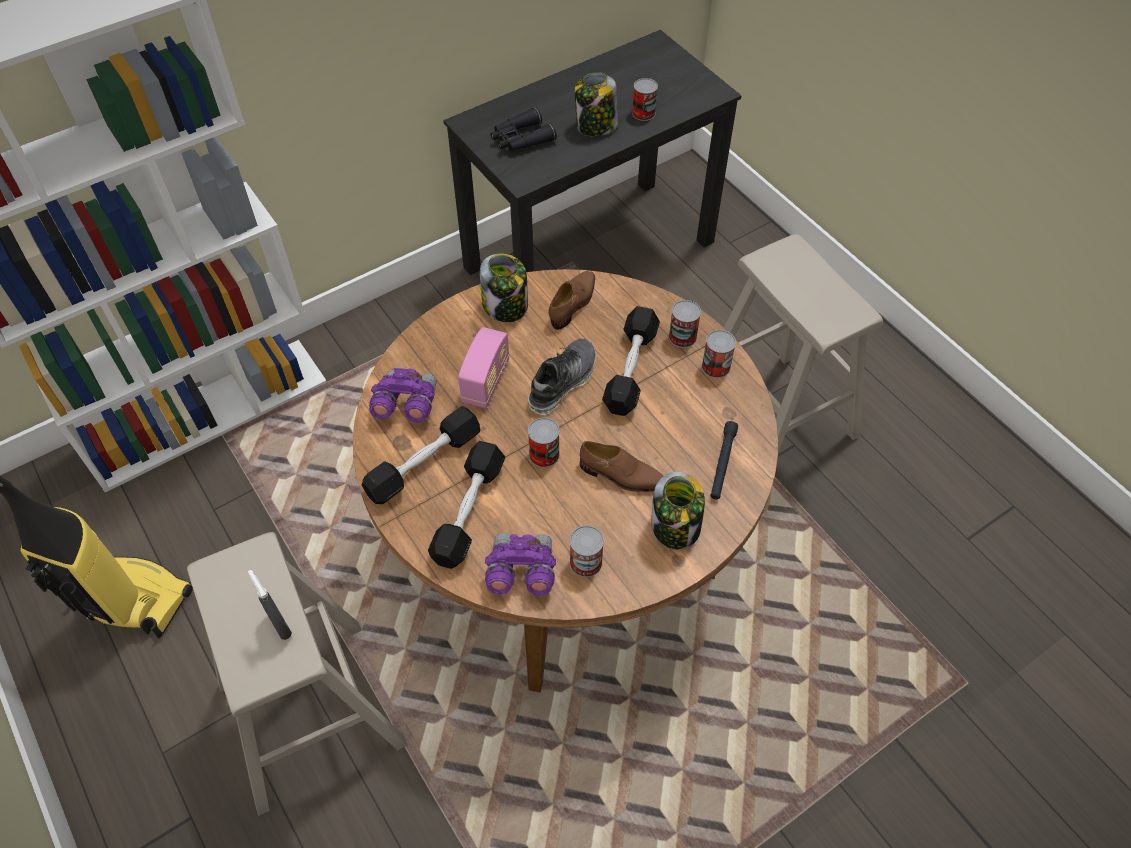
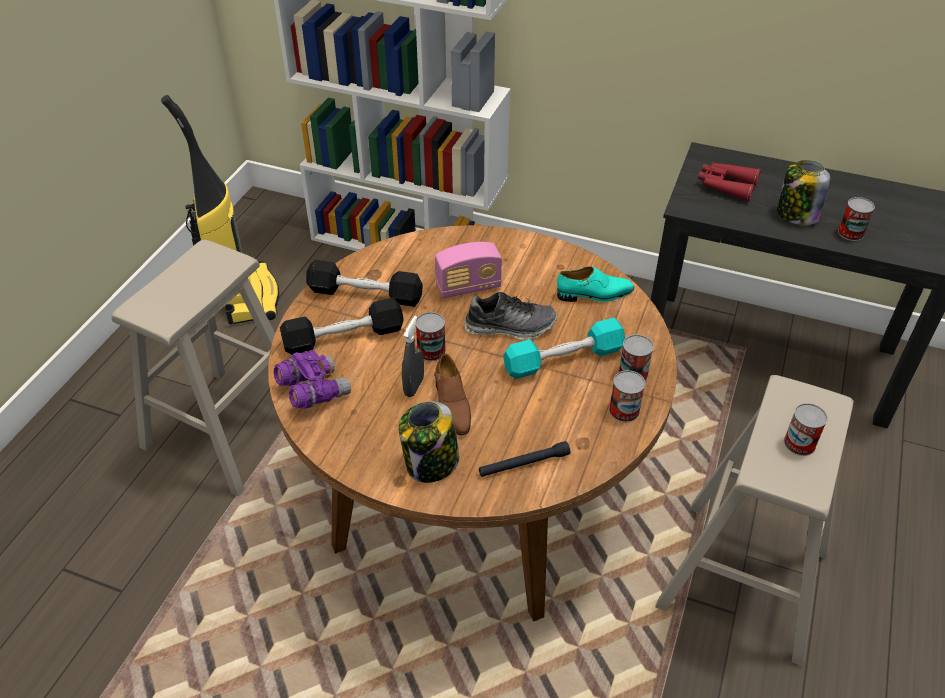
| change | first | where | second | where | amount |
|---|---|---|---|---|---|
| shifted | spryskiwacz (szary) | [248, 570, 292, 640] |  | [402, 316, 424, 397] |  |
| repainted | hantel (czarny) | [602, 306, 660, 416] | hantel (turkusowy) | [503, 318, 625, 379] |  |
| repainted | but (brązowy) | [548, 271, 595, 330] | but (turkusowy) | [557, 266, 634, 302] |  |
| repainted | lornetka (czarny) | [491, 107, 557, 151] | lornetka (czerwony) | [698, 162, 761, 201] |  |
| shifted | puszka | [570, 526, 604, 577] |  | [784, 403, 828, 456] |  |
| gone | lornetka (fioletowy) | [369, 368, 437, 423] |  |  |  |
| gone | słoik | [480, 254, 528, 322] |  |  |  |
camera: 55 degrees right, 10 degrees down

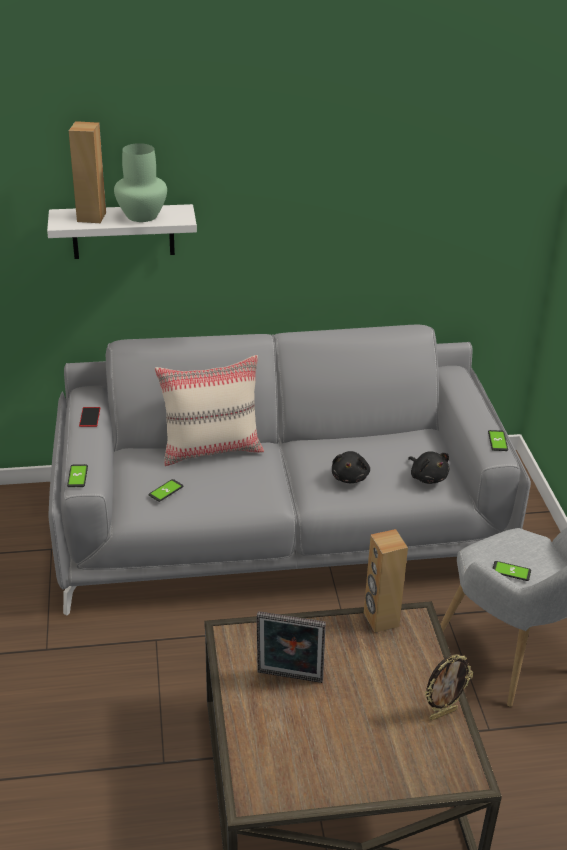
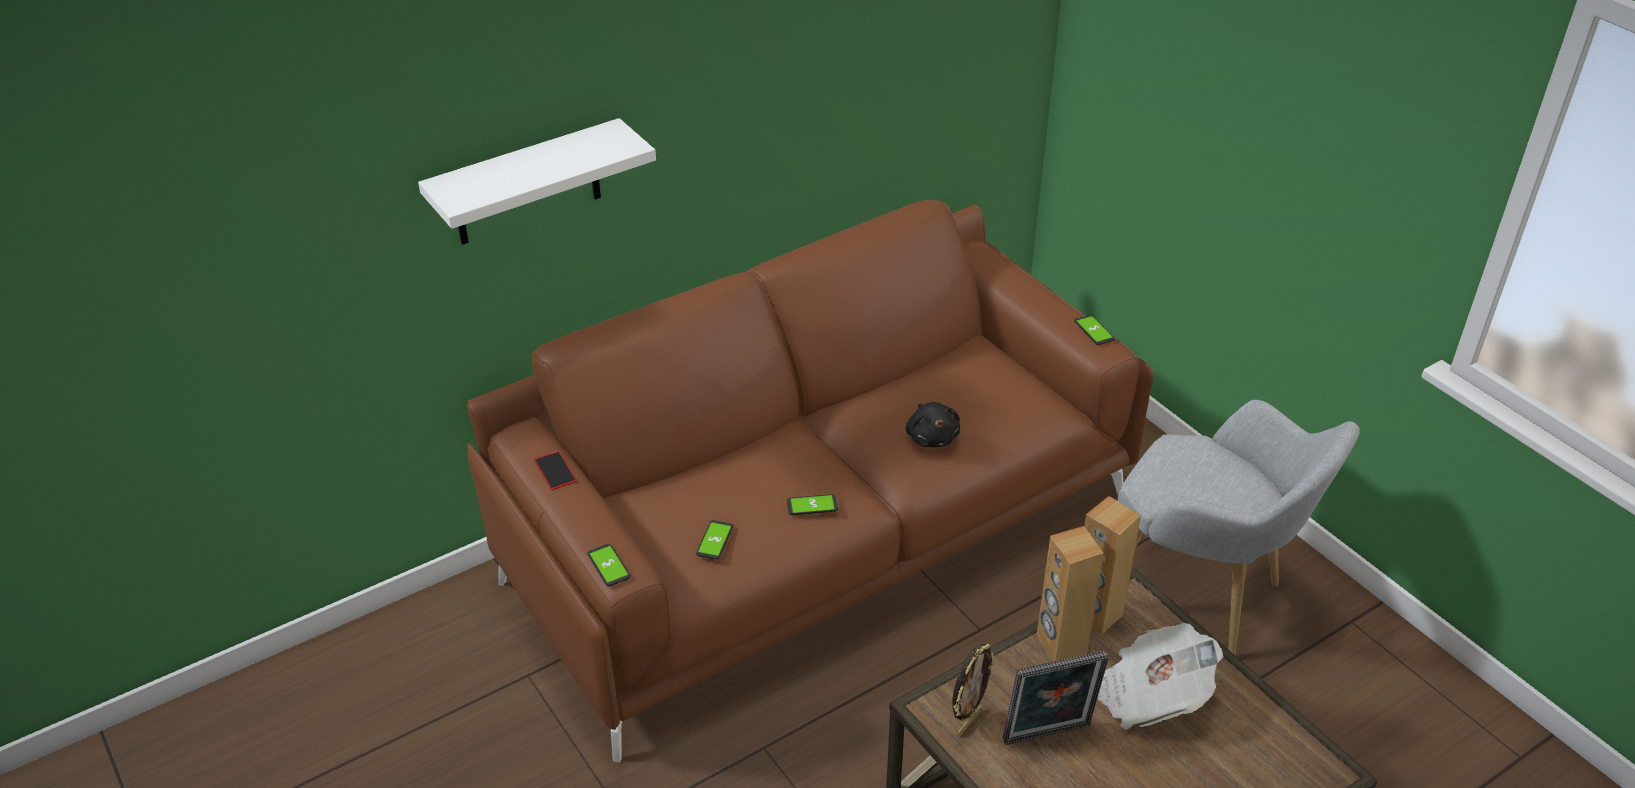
| change | first | where | second | where | amount |
|---|---|---|---|---|---|
| repainted | kanapa (szary) | [48, 325, 531, 615] | kanapa (brązowy) | [467, 200, 1153, 762] |  |
| shifted | telefon | [493, 561, 531, 581] |  | [787, 494, 838, 515] |  |
| shifted | ramka na zdjęcie | [425, 654, 473, 720] |  | [952, 643, 996, 736] |  |
| shifted | głośnik (brązowy) | [69, 121, 106, 223] |  | [1036, 526, 1104, 661] |  |
| new |  |  | gazeta | [1097, 623, 1223, 730] |  |
| gone | wazon (zielony) | [114, 143, 167, 222] |  |  |  |
| gone | poduszka (beżowy) | [155, 355, 264, 466] |  |  |  |
| gone | pluszak (czarny) | [408, 451, 449, 484] |  |  |  |
camera: 25 degrees left, 5 degrees up

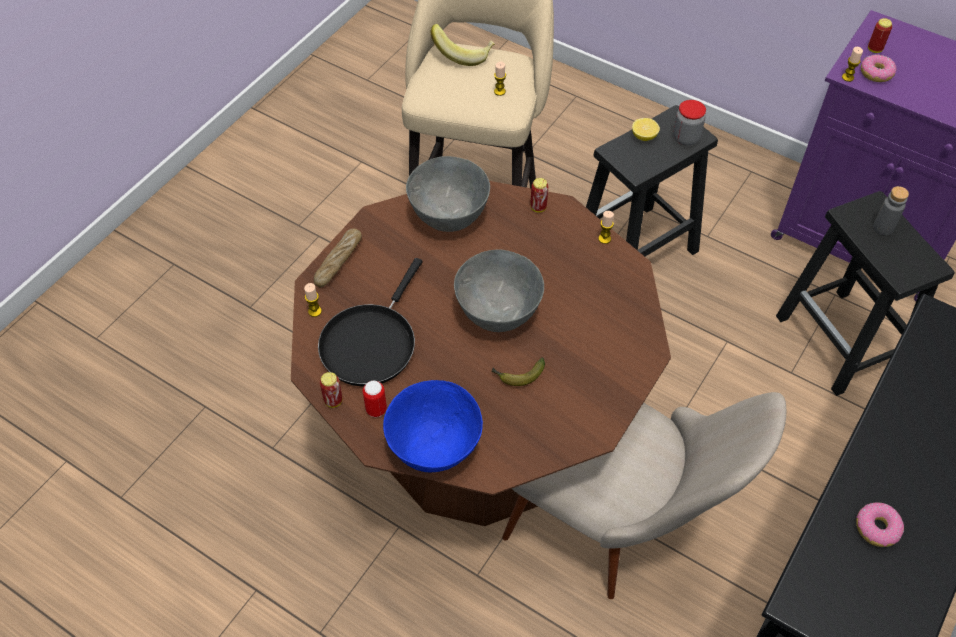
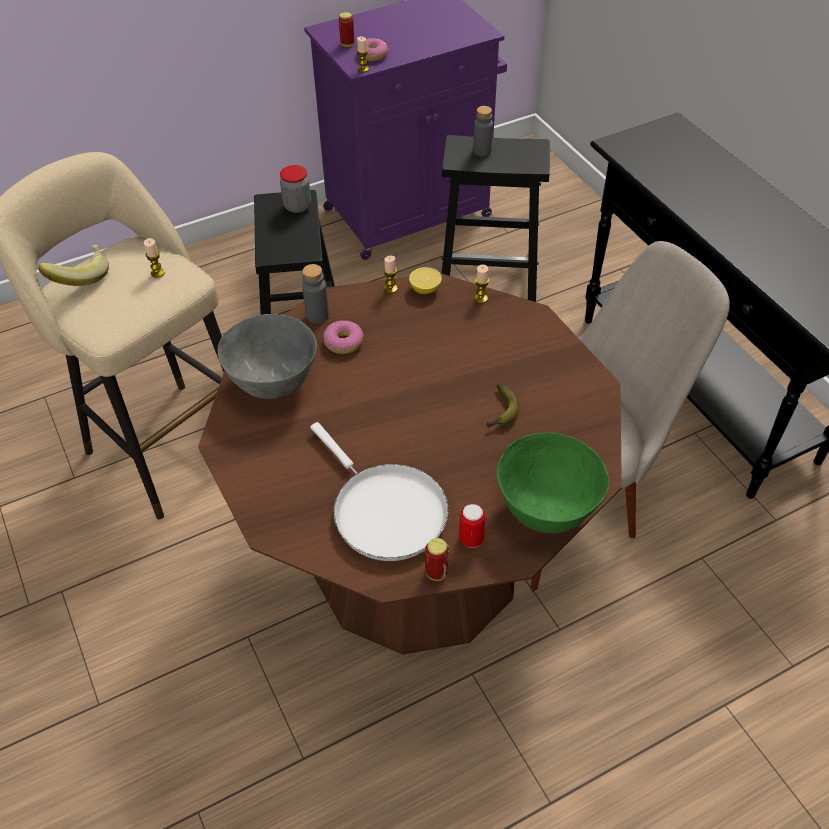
| change | first | where | second | where | amount |
|---|---|---|---|---|---|
| swapped | puszka | [530, 178, 548, 213] | butelka (szary) | [302, 264, 329, 323] |  |
| repainted | patelnia (czarny) | [318, 258, 423, 386] | patelnia (biały) | [310, 422, 448, 561] |  |
| shifted | donut | [856, 503, 904, 547] |  | [323, 320, 364, 354] |  |
| shifted | cytryna | [632, 118, 660, 141] |  | [409, 267, 442, 294] |  |
| shifted | świeca | [304, 283, 322, 317] |  | [474, 265, 489, 303] |  |
| repainted | miska (niebieski) | [383, 380, 483, 472] | miska (zielony) | [497, 433, 609, 534] |  |
| gone | chleb | [314, 229, 362, 287] |  |  |  |
| gone | miska (szary) | [454, 250, 544, 332] |  |  |  |
camera: 60 degrees left, 5 degrees down

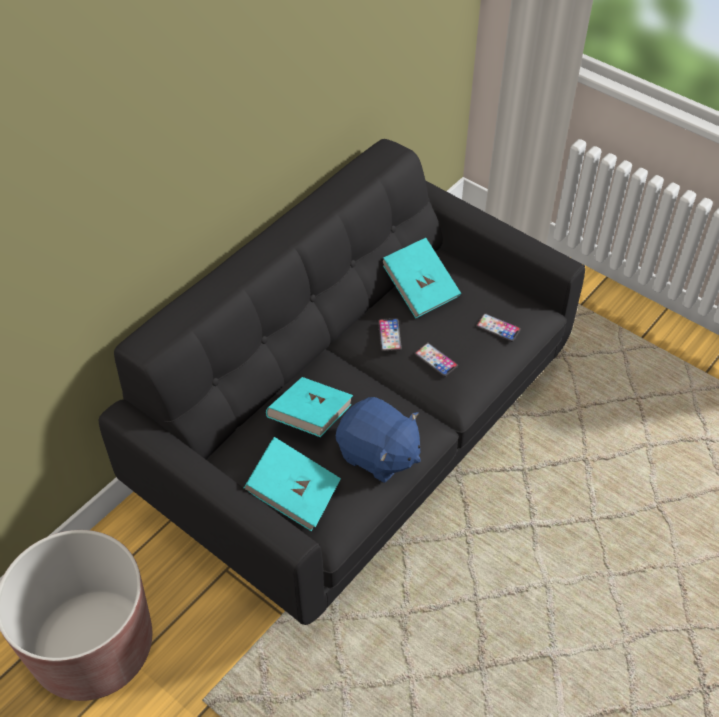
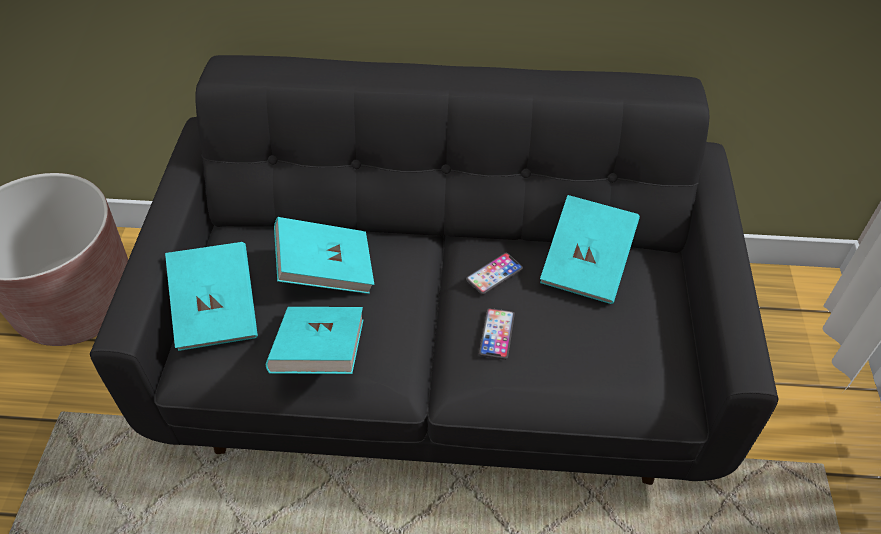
| change | first | where | second | where | amount |
|---|---|---|---|---|---|
| swapped | pluszak (niebieski) | [336, 397, 421, 483] | książka (turkusowy) | [266, 307, 363, 374] |  |
| gone | telefon | [476, 313, 521, 342] |  |  |  |
camera: 55 degrees right, 0 degrees up

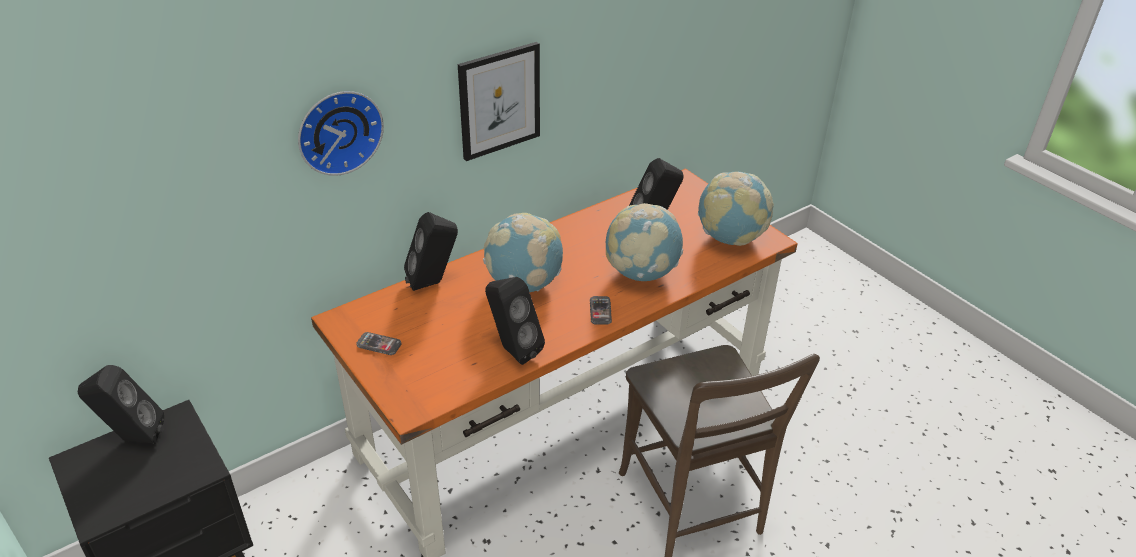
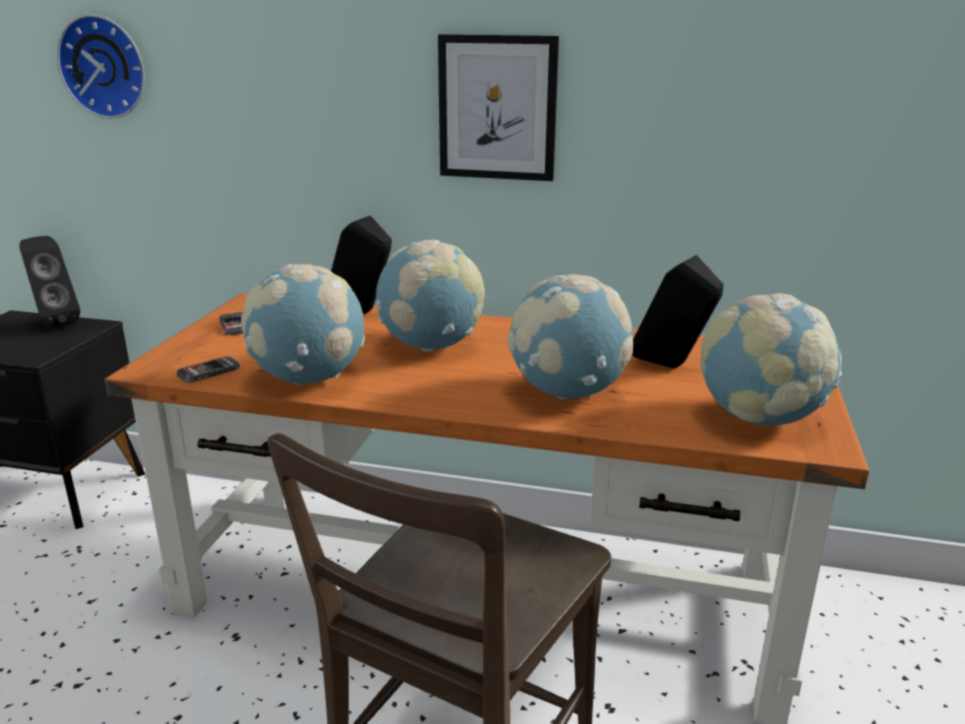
| change | first | where | second | where | amount |
|---|---|---|---|---|---|
| shifted | zegar ścienny | [298, 91, 384, 176] |  | [57, 14, 145, 119] |  |
| shifted | telefon | [590, 296, 612, 324] |  | [176, 357, 240, 383] |  |
| swapped | głośnik (czarny) | [485, 277, 545, 365] | globus | [241, 264, 365, 385] |  |
camera: 50 degrees right, 15 degrees down

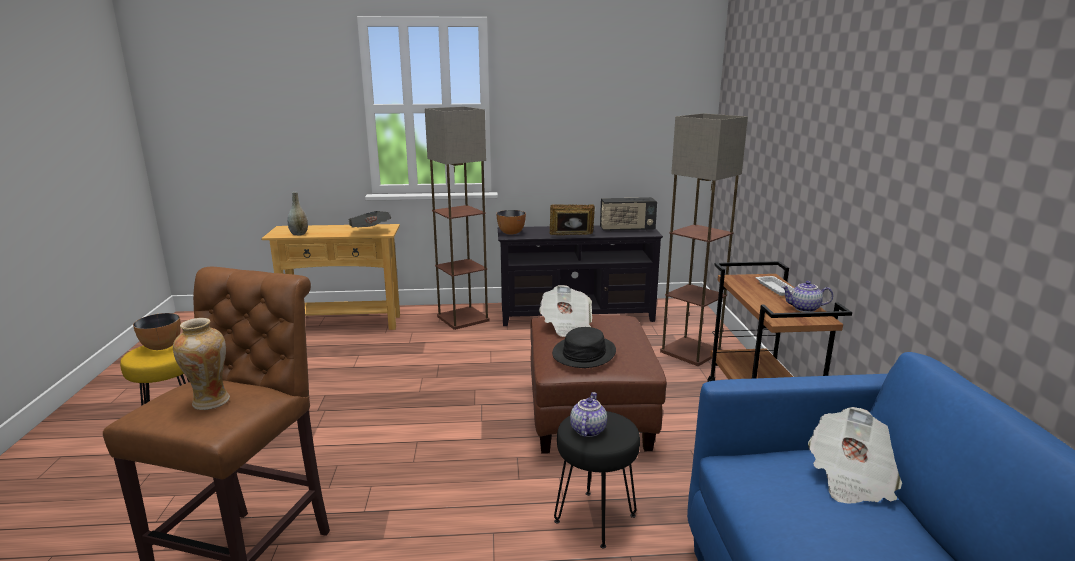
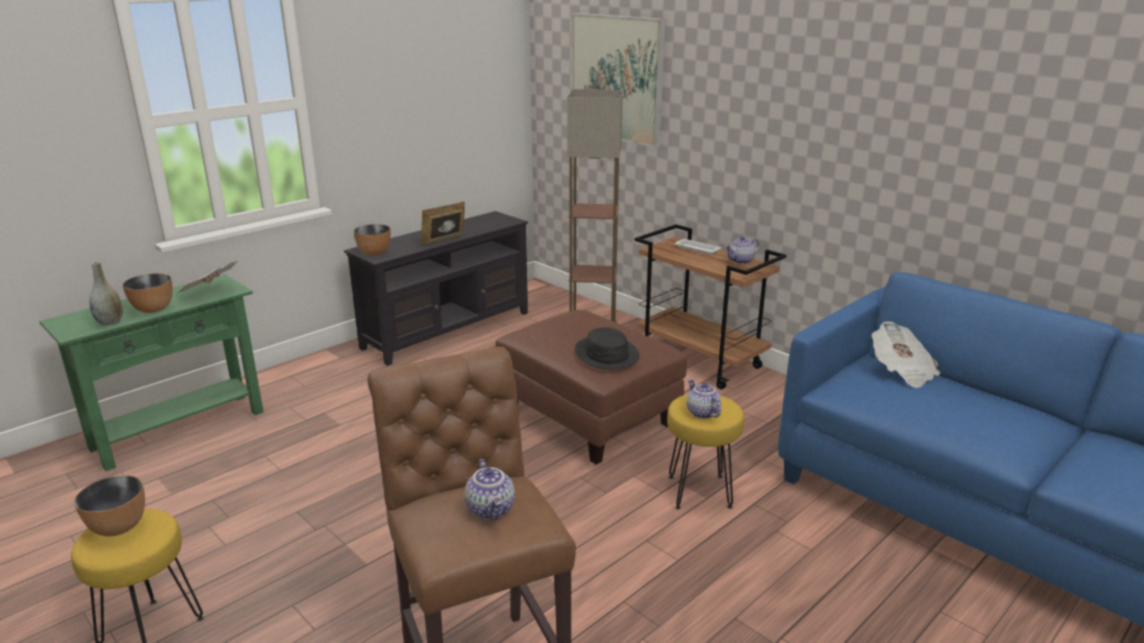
| change | first | where | second | where | amount |
|---|---|---|---|---|---|
| repainted | stolik konsolowy (beżowy) | [261, 224, 400, 330] | stolik konsolowy (zielony) | [39, 274, 264, 471] |  |
| new |  |  | miska | [123, 273, 173, 313] |  |
| swapped | wazon | [173, 318, 230, 410] | imbryk | [465, 459, 515, 520] |  |
| new |  |  | obraz | [571, 13, 666, 148] |  |
| repainted | stołek (czarny) | [554, 411, 640, 548] | stołek (żółty) | [667, 394, 744, 510] |  |
| gone | lampa stojąca | [425, 107, 489, 330] |  |  |  |
| gone | gazeta | [539, 285, 592, 337] |  |  |  |
| gone | radio | [600, 197, 657, 232] |  |  |  |
camera: 40 degrees left, 5 degrees up

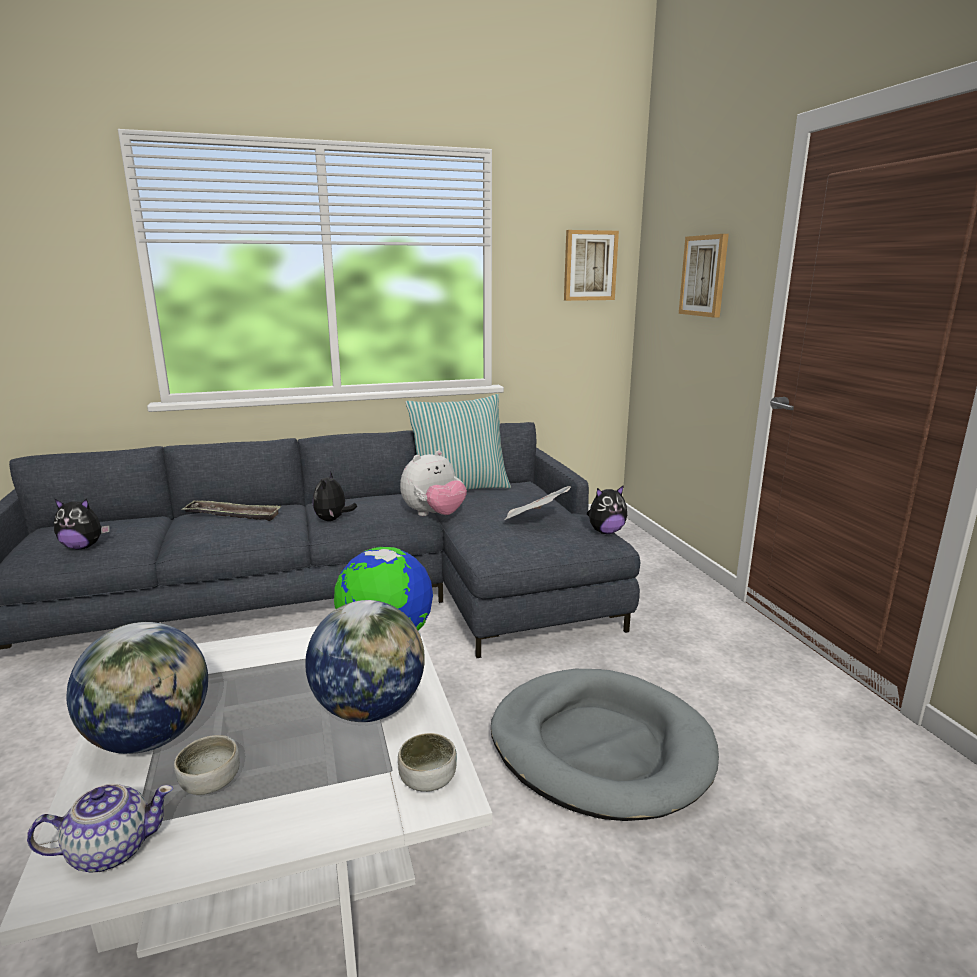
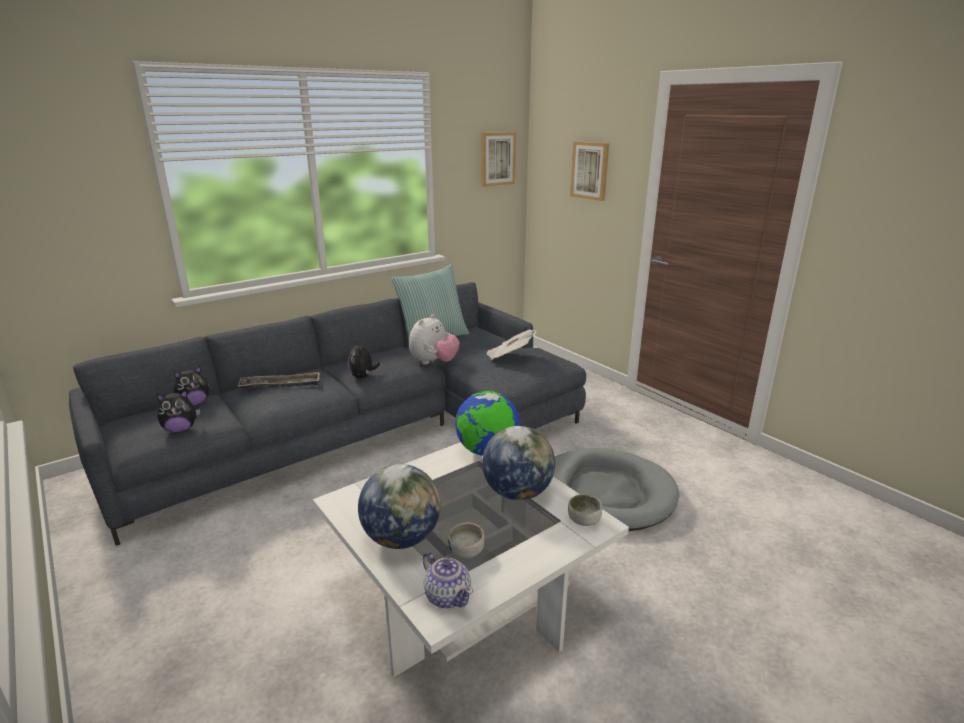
| change | first | where | second | where | amount |
|---|---|---|---|---|---|
| shifted | pluszak | [587, 485, 627, 534] |  | [174, 366, 209, 406] |  |
| rotated | imbryk | [27, 783, 173, 873] |  | [423, 552, 473, 608] | 90 degrees clockwise |
camera: 20 degrees left, 5 degrees up

